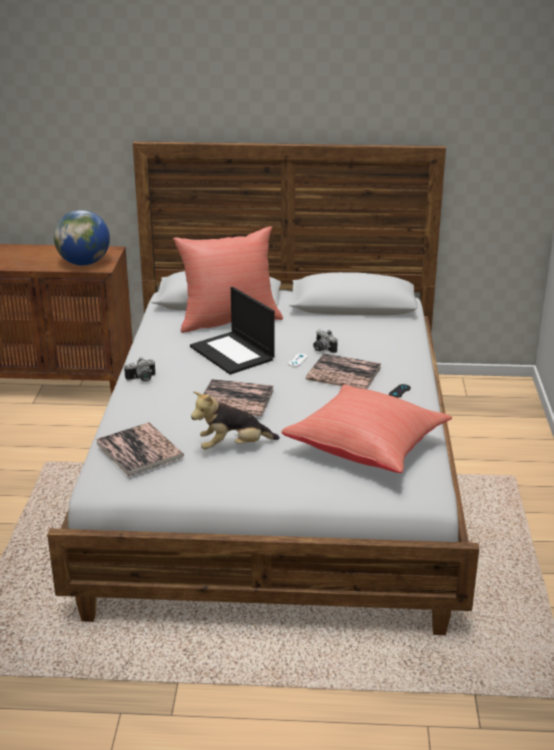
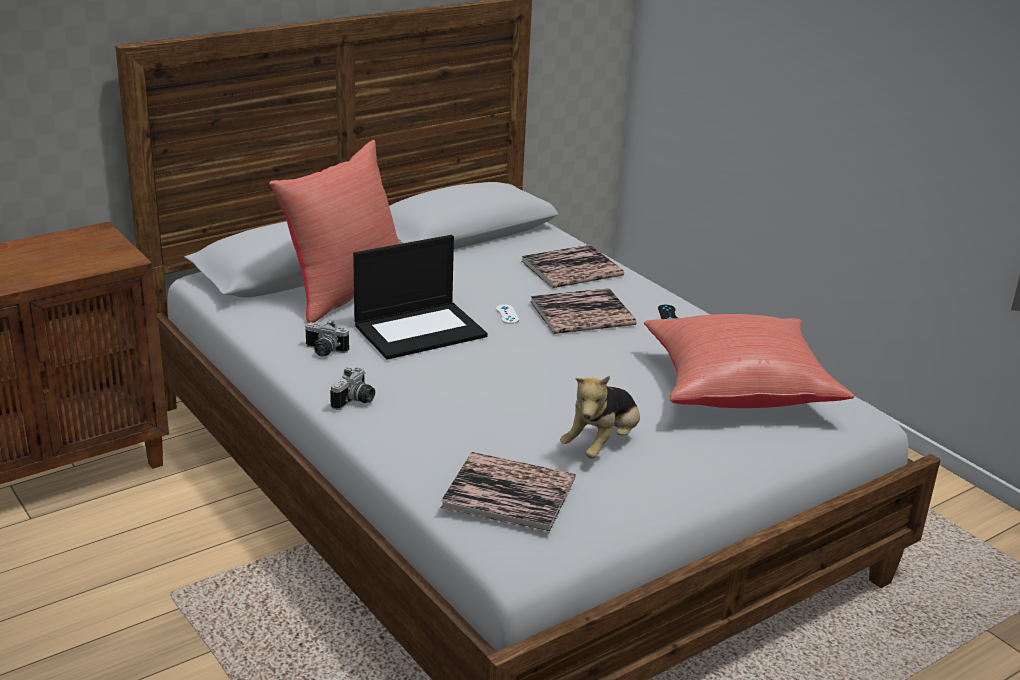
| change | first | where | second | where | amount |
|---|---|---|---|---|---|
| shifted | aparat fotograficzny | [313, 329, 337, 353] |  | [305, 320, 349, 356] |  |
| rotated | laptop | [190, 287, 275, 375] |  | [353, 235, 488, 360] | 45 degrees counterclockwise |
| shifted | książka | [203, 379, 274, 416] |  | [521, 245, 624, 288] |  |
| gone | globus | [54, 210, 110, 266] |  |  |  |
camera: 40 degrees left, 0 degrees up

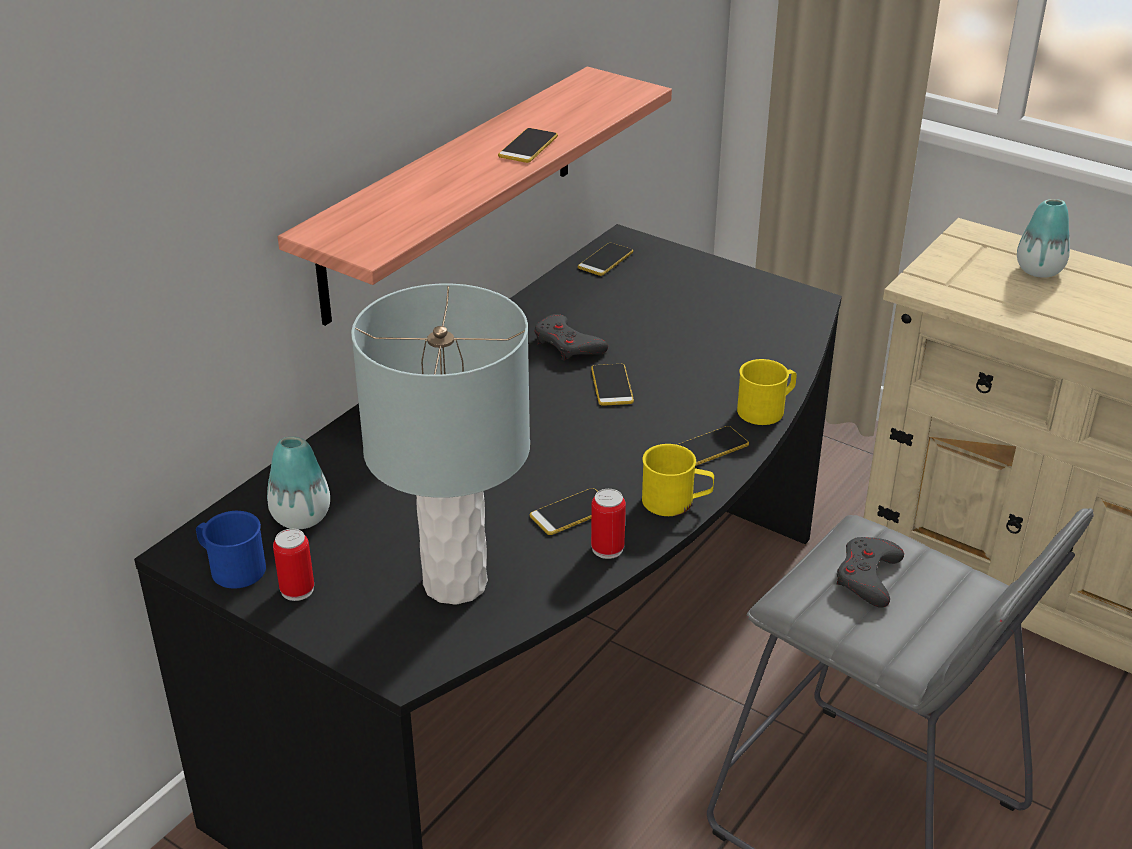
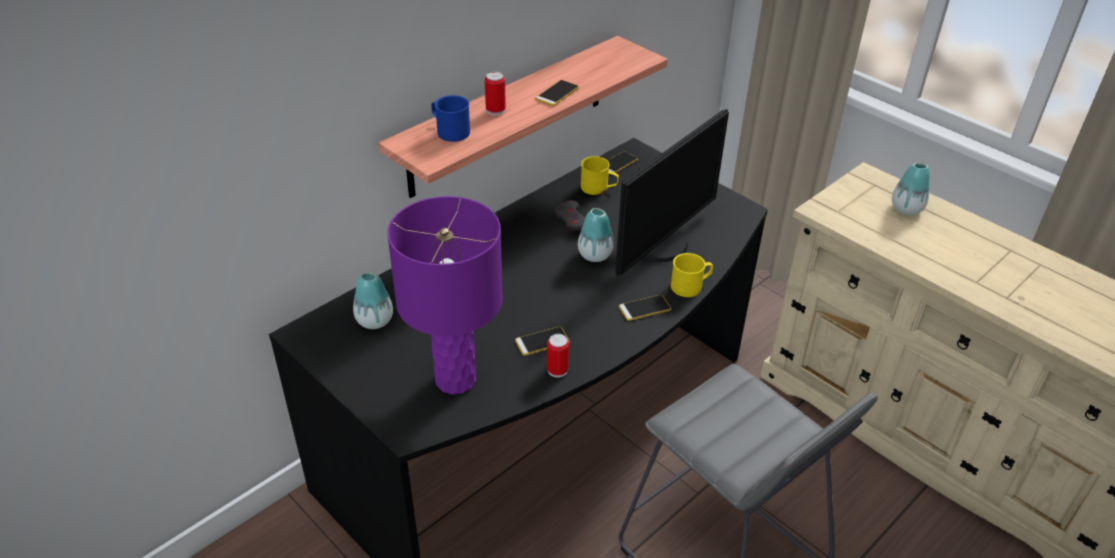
| change | first | where | second | where | amount |
|---|---|---|---|---|---|
| repainted | lampa stołowa (szary) | [351, 284, 530, 605] | lampa stołowa (fioletowy) | [387, 196, 503, 395] |  |
| shifted | kubek (niebieski) | [196, 511, 266, 588] |  | [431, 95, 470, 142] |  |
| shifted | puszka | [273, 529, 314, 601] |  | [485, 72, 506, 115] |  |
| swapped | telefon | [591, 364, 634, 406] | wazon | [578, 208, 614, 262] |  |
| shifted | kubek (żółty) | [642, 444, 714, 516] |  | [581, 156, 619, 195] |  |
| new |  |  | monitor | [615, 109, 729, 276] |  |
| gone | pad do gier (szary) | [837, 537, 904, 608] |  |  |  |
camera: 10 degrees right, 5 degrees up

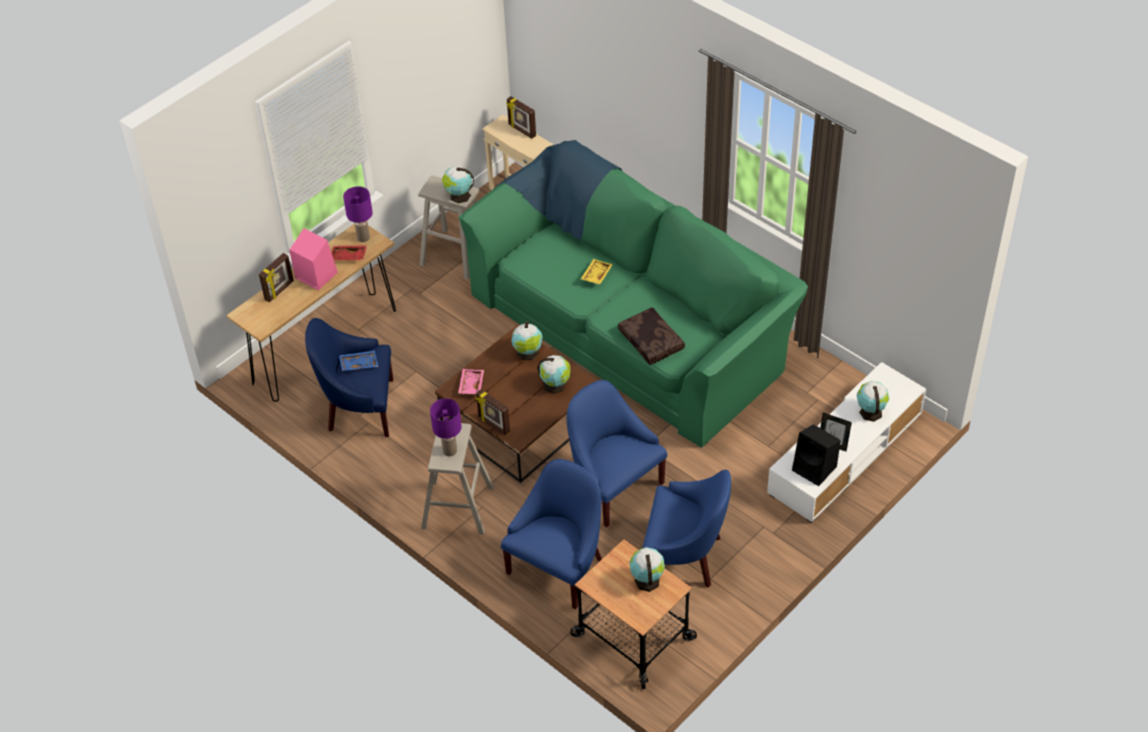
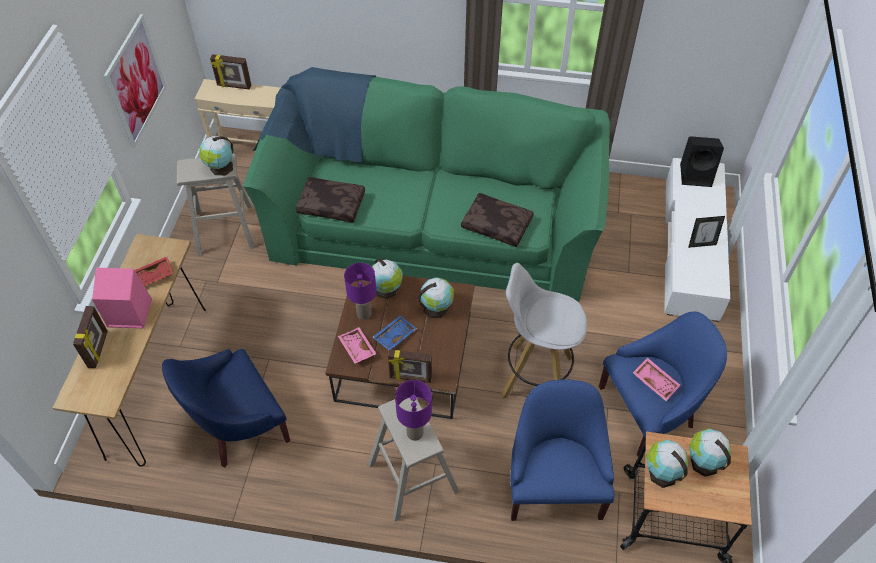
| change | first | where | second | where | amount |
|---|---|---|---|---|---|
| new |  |  | obraz | [104, 14, 166, 148] |  |
| new |  |  | poduszka (brązowy) | [296, 177, 365, 223] |  |
| shifted | lampa stołowa (fioletowy) | [343, 186, 373, 242] |  | [344, 263, 377, 319] |  |
| shifted | taca (niebieski) | [339, 351, 379, 371] |  | [373, 315, 417, 350] |  |
| swapped | fotel (niebieski) | [566, 380, 667, 527] | stołek (biały) | [501, 263, 587, 399] |  |
| new |  |  | taca (różowy) | [633, 357, 681, 401] |  |
| shifted | globus | [857, 381, 889, 422] |  | [646, 439, 689, 488] |  |
| shifted | głośnik (czarny) | [792, 424, 840, 486] |  | [680, 136, 724, 187] |  |
| gone | taca (żółty) | [581, 259, 613, 285] |  |  |  |
camera: 35 degrees left, 5 degrees up

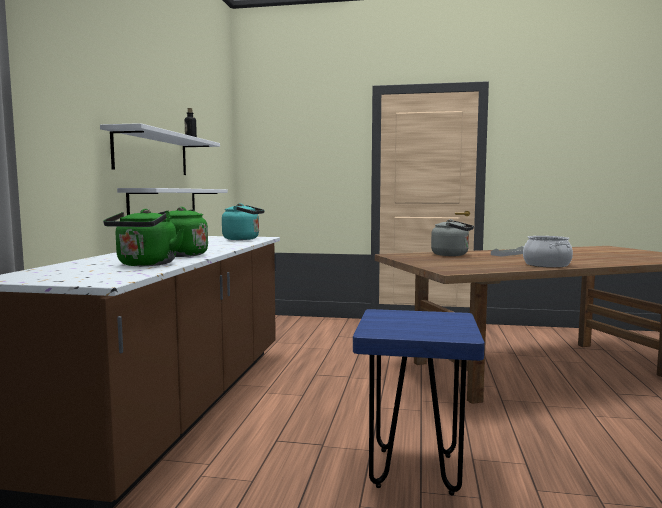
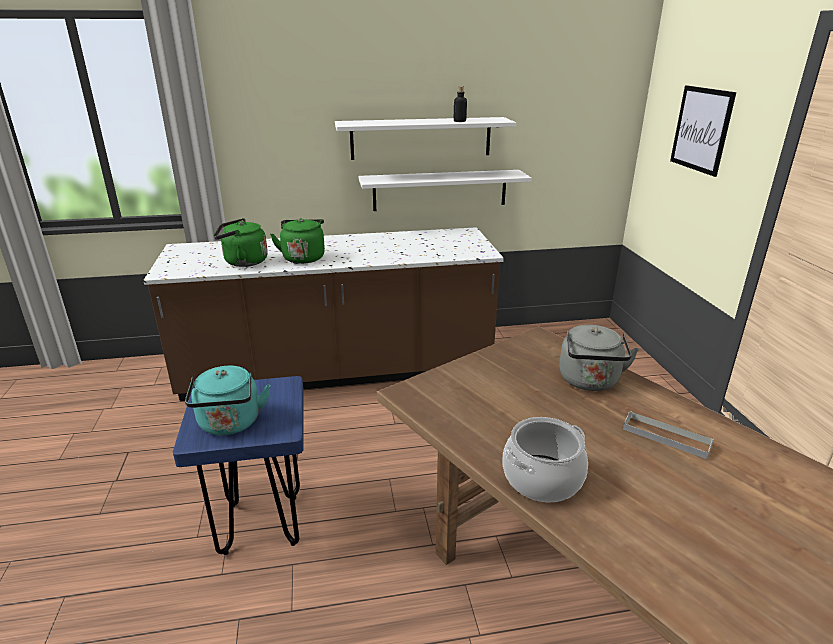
| change | first | where | second | where | amount |
|---|---|---|---|---|---|
| shifted | czajnik (turkusowy) | [222, 203, 265, 240] |  | [185, 366, 271, 435] |  |
| new |  |  | obraz | [670, 85, 736, 177] |  |
camera: 70 degrees right, 20 degrees up

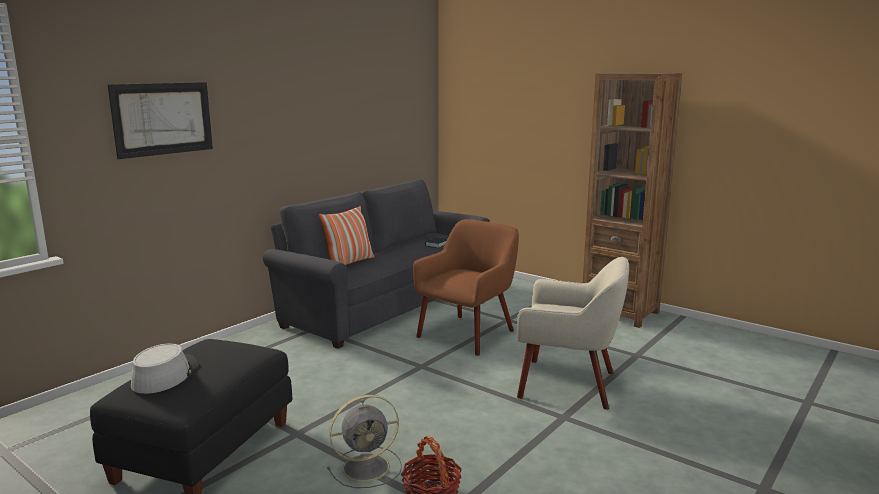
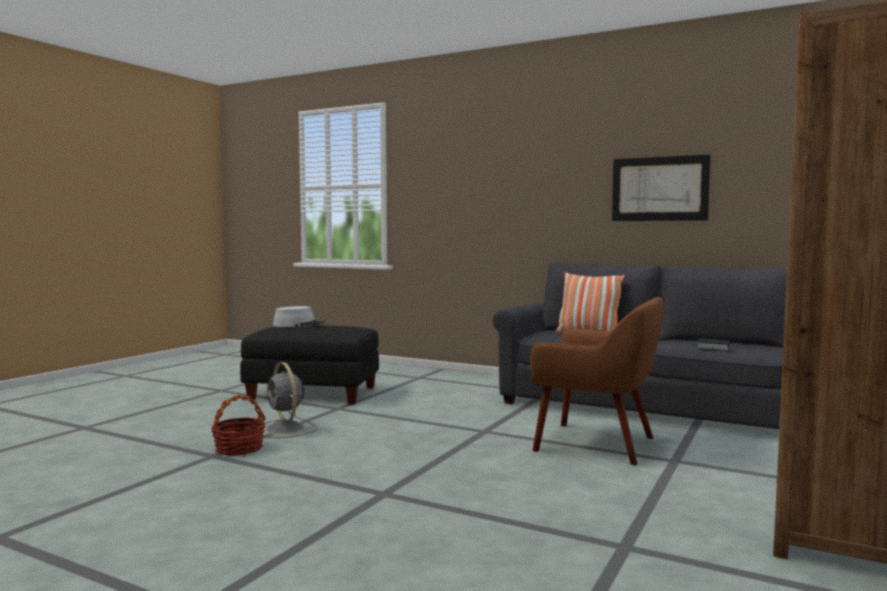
| change | first | where | second | where | amount |
|---|---|---|---|---|---|
| shifted | obraz | [108, 82, 213, 159] |  | [612, 154, 711, 221] |  |
| gone | fotel (beżowy) | [517, 257, 629, 410] |  |  |  |
camera: 80 degrees right, 10 degrees down

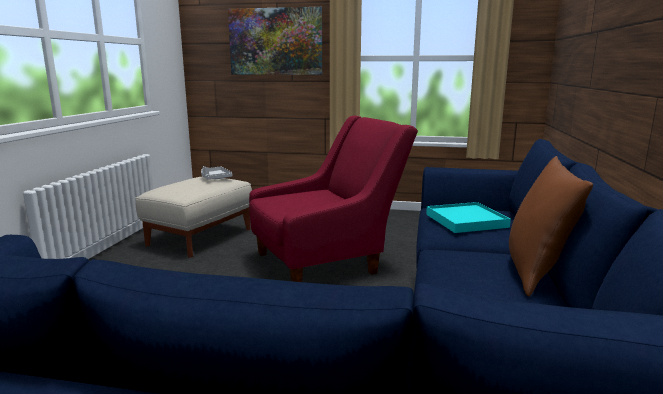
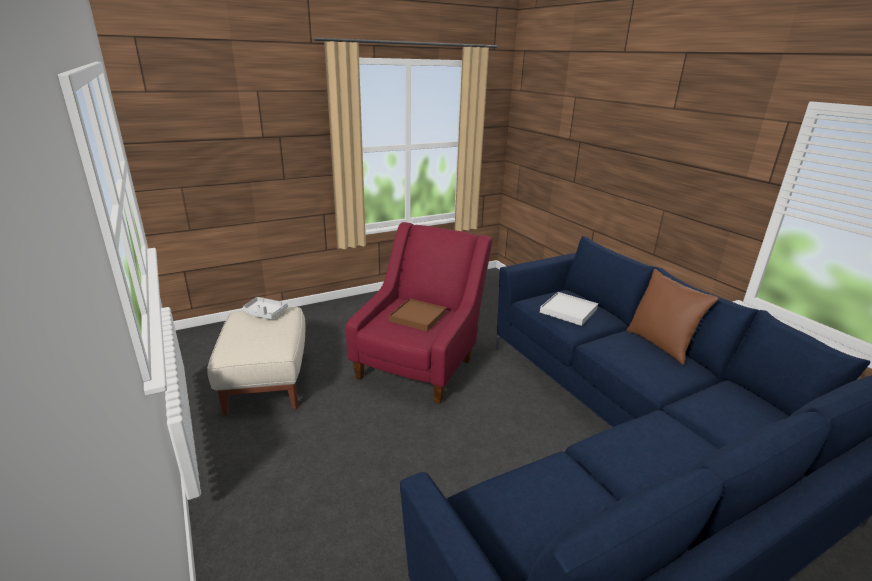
| change | first | where | second | where | amount |
|---|---|---|---|---|---|
| new |  |  | taca (brązowy) | [389, 298, 446, 332] |  |
| repainted | taca (turkusowy) | [426, 202, 511, 233] | taca (biały) | [540, 292, 598, 326] |  |
| gone | obraz | [228, 7, 322, 75] |  |  |  |
camera: 40 degrees left, 10 degrees up

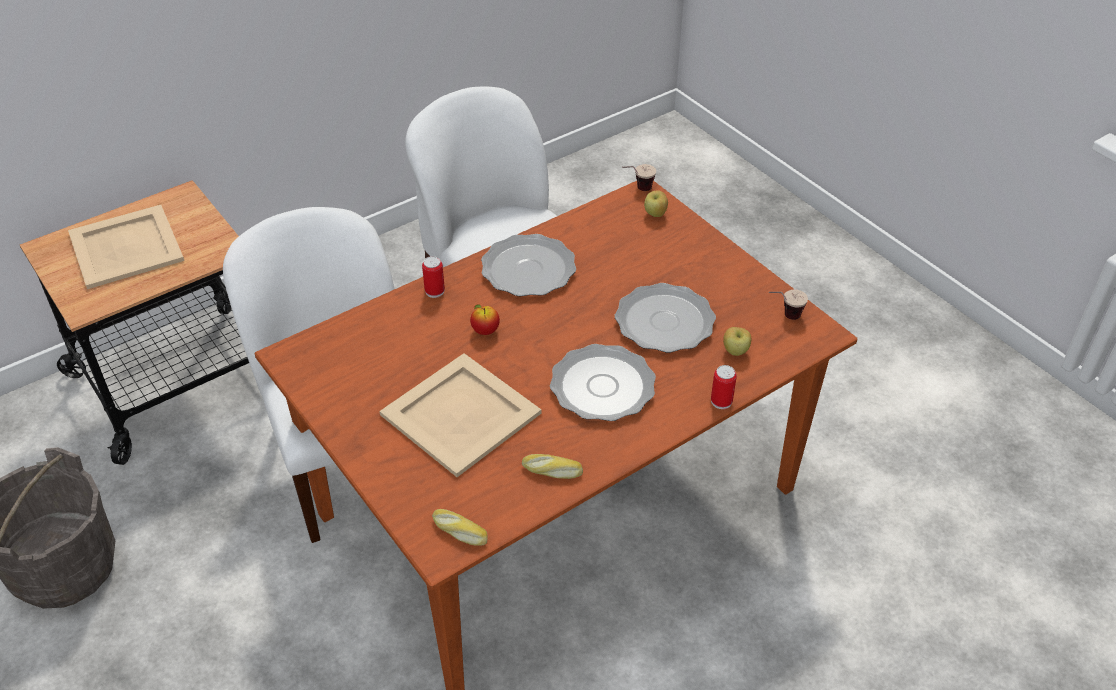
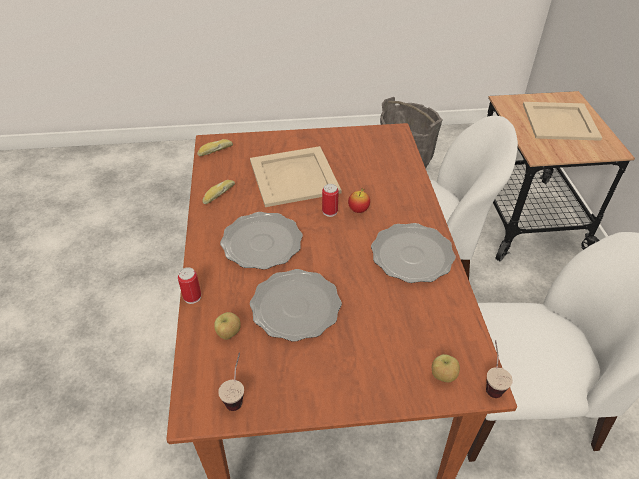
| change | first | where | second | where | amount |
|---|---|---|---|---|---|
| shifted | puszka | [422, 256, 445, 298] |  | [322, 184, 339, 217] |  |
camera: 120 degrees right, 0 degrees up

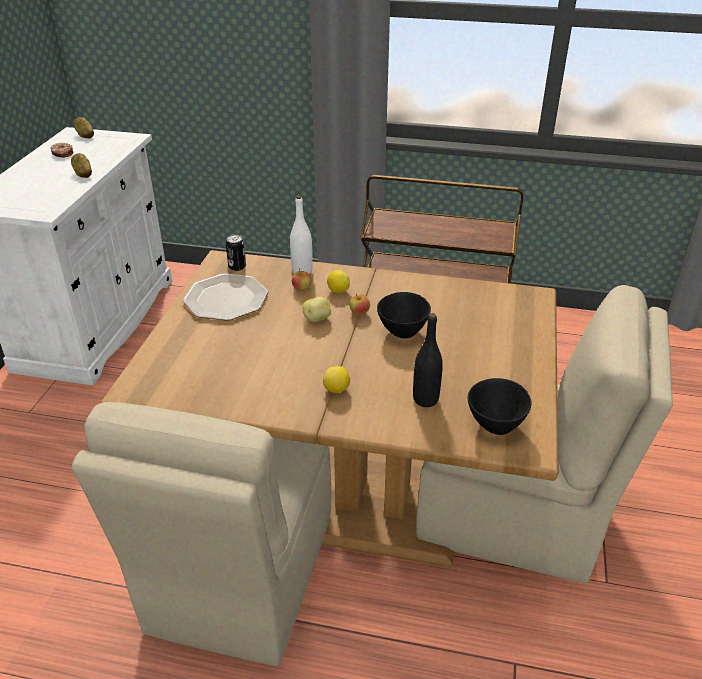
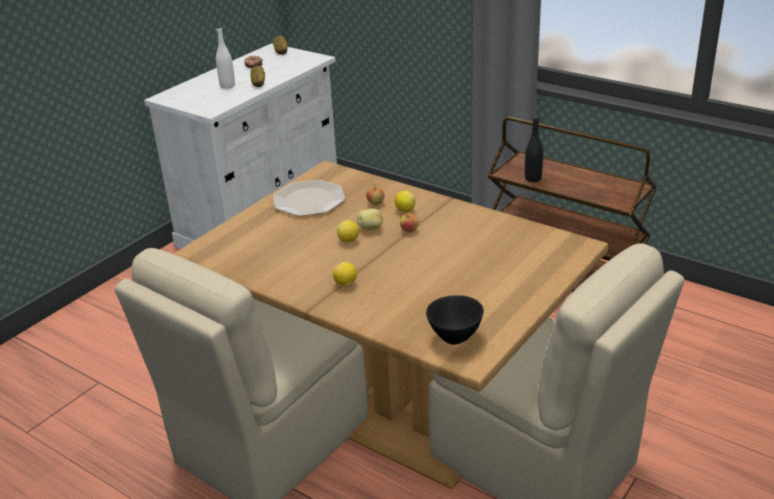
| change | first | where | second | where | amount |
|---|---|---|---|---|---|
| shifted | butelka (biały) | [290, 195, 313, 274] |  | [216, 26, 235, 89] |  |
| new |  |  | cytryna | [337, 220, 359, 242] |  |
| shifted | butelka (czarny) | [413, 313, 443, 407] |  | [525, 116, 543, 182] |  |
| gone | puszka | [226, 235, 246, 271] |  |  |  |
| gone | miska (czarny) | [377, 292, 431, 338] |  |  |  |
camera: 25 degrees right, 5 degrees down

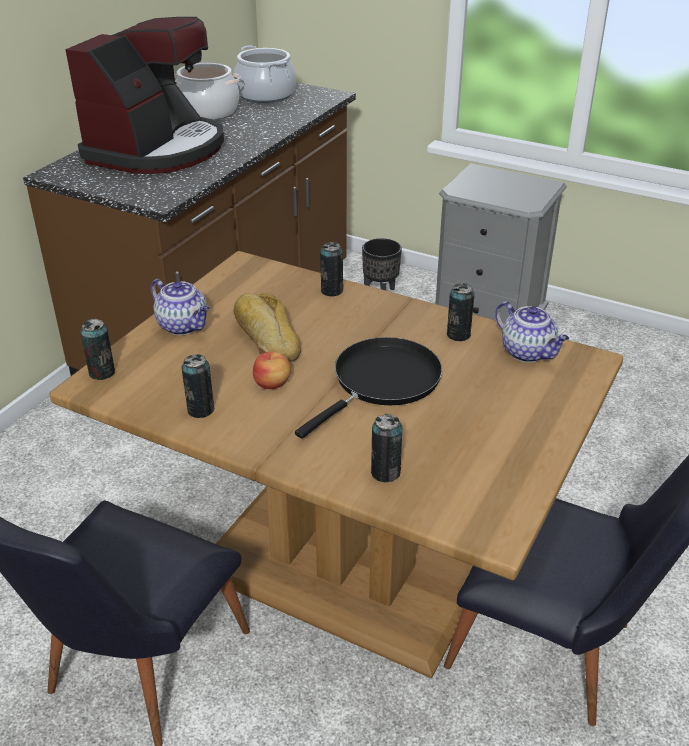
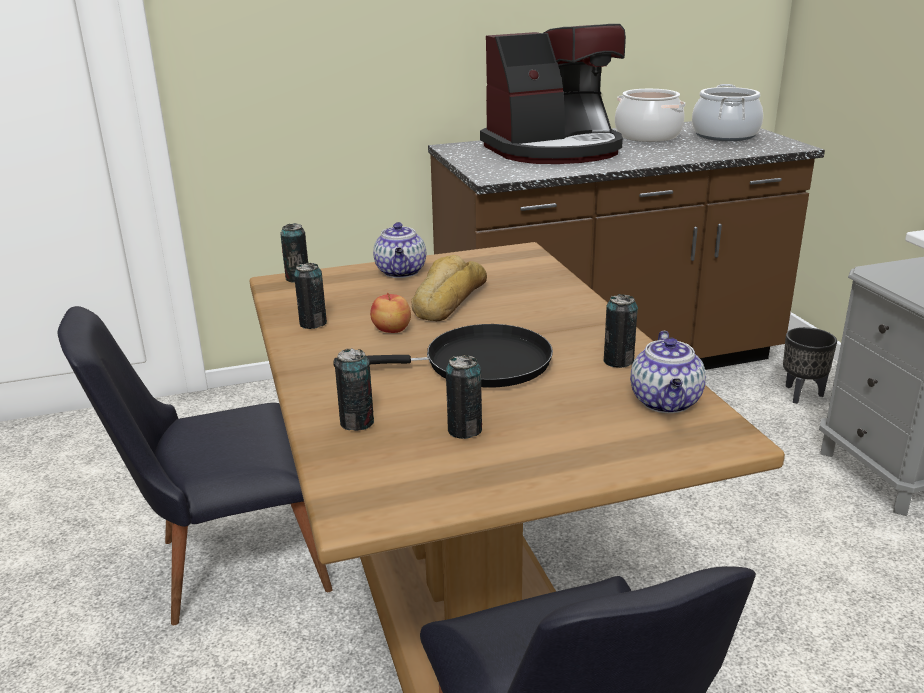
| change | first | where | second | where | amount |
|---|---|---|---|---|---|
| shifted | puszka | [320, 242, 343, 297] |  | [446, 355, 482, 439] |  |
camera: 45 degrees right, 10 degrees down

